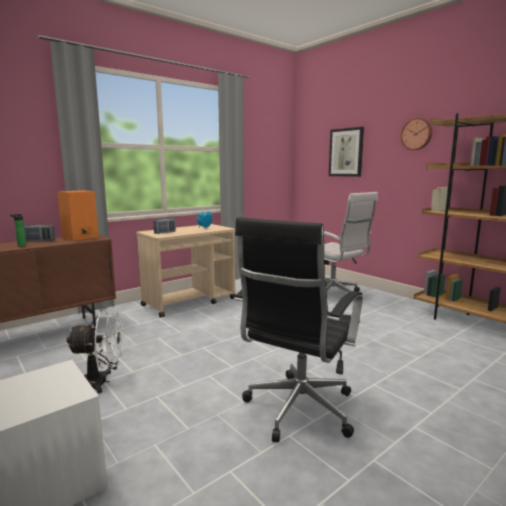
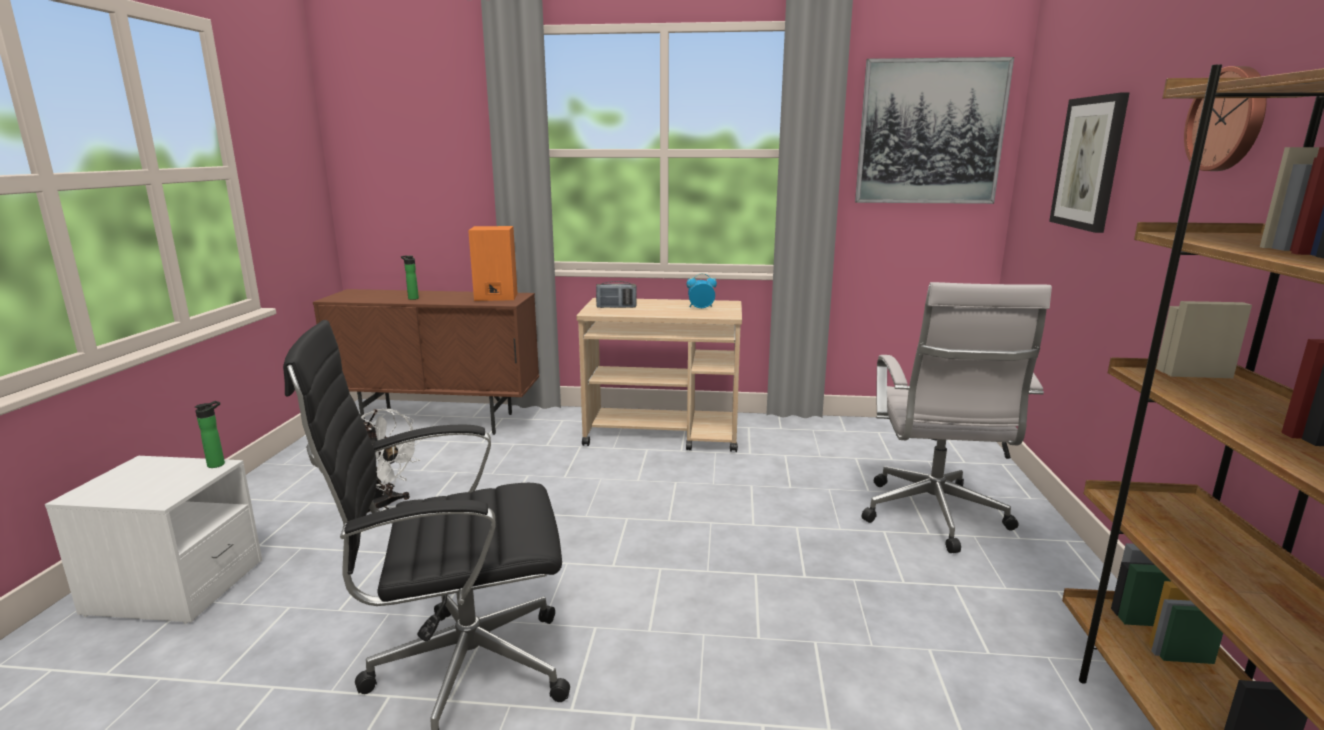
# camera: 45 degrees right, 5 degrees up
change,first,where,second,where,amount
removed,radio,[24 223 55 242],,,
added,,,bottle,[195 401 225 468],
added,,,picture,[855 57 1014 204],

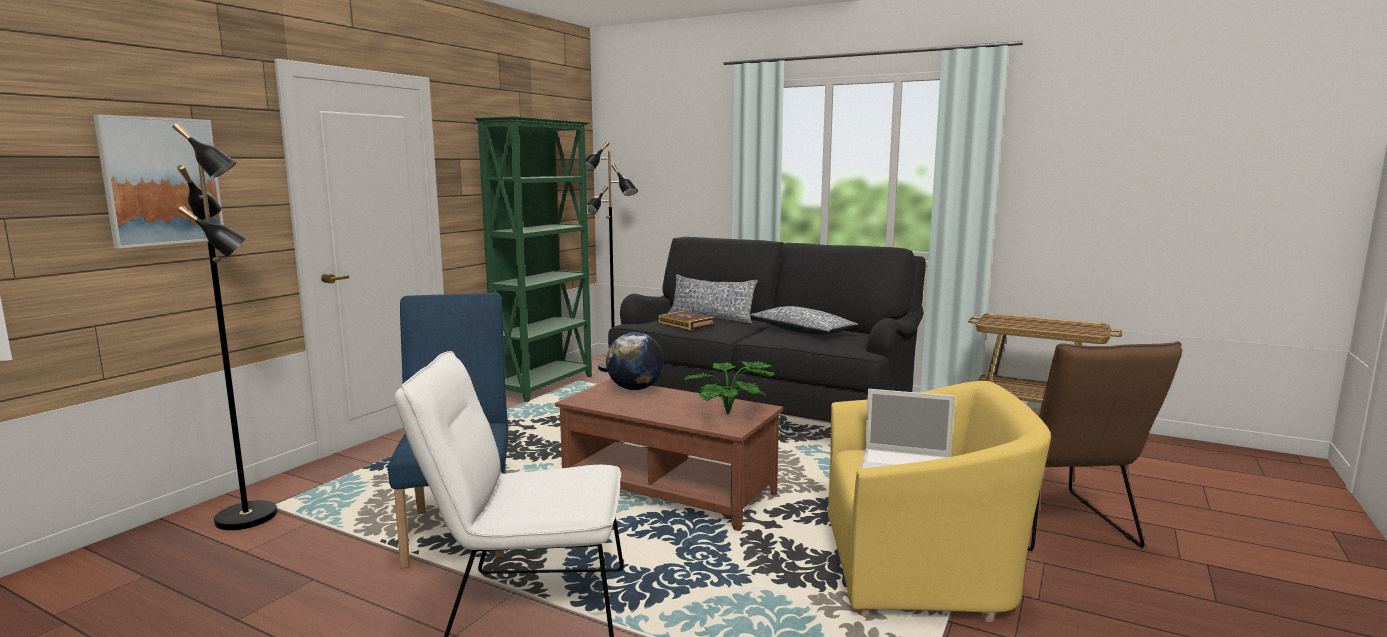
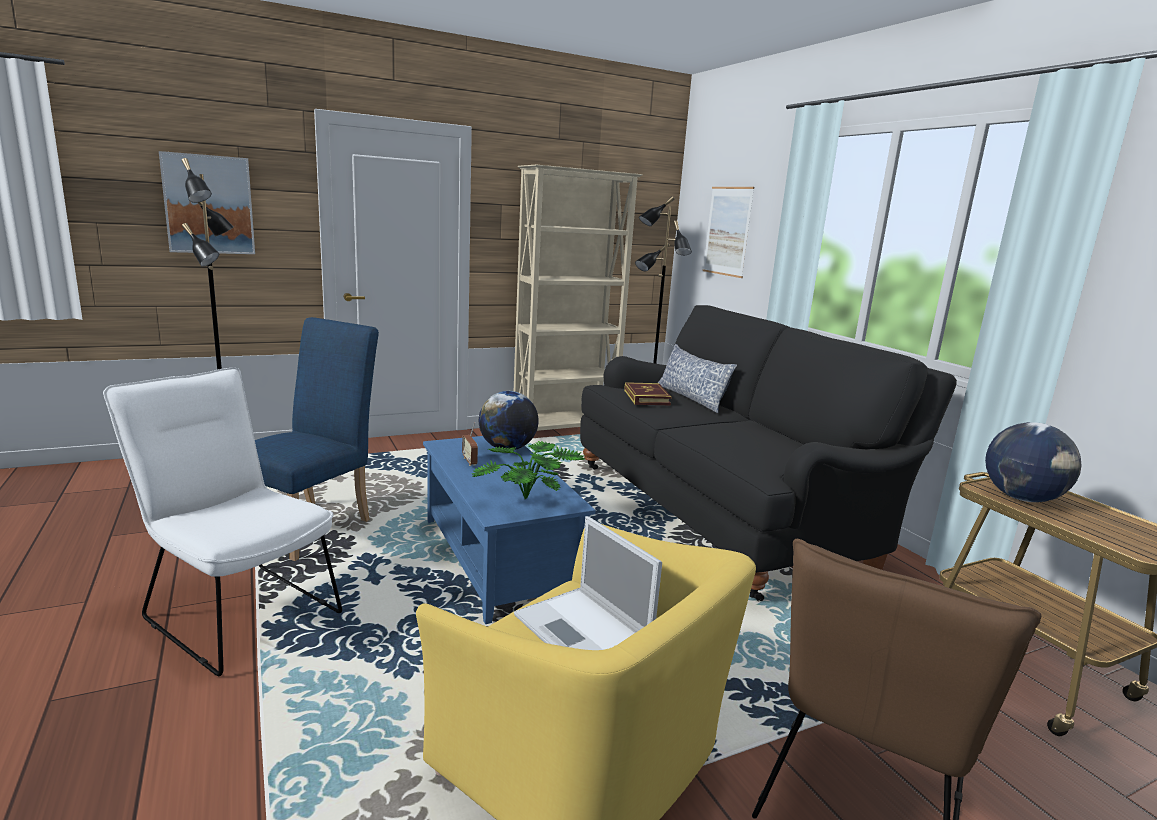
# camera: 35 degrees right, 5 degrees up
change,first,where,second,where,amount
removed,pillow,[749 306 858 335],,,
added,,,radio,[462 422 478 466],
added,,,picture,[703 187 754 278],
added,,,globe,[985 422 1081 502],
recoloured,bookcase (green),[474 116 592 402],bookcase (beige),[514 165 643 431],
recoloured,coffee table (brown),[555 379 783 531],coffee table (blue),[423 436 595 624],

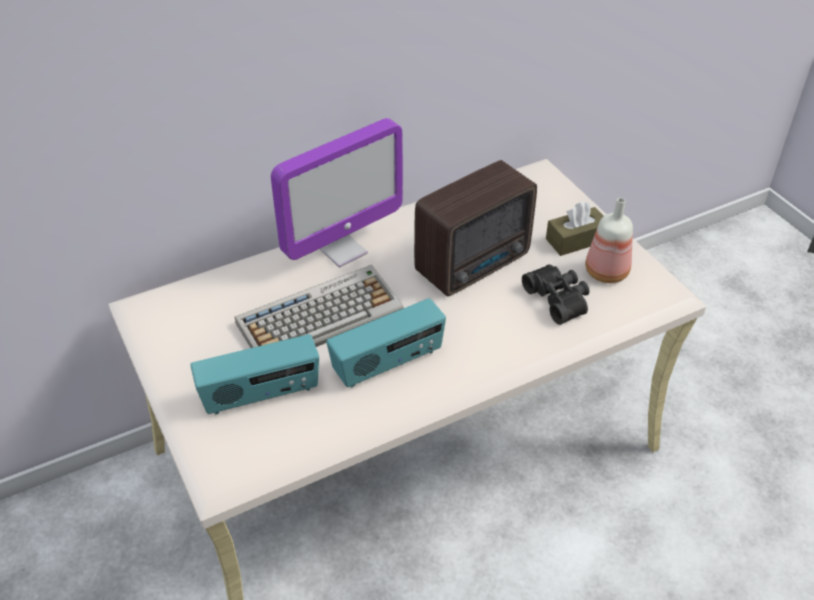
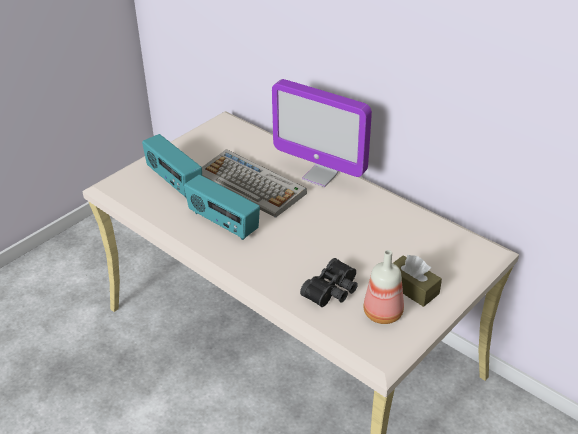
# camera: 70 degrees right, 5 degrees down
change,first,where,second,where,amount
removed,radio,[414 160 537 296],,,

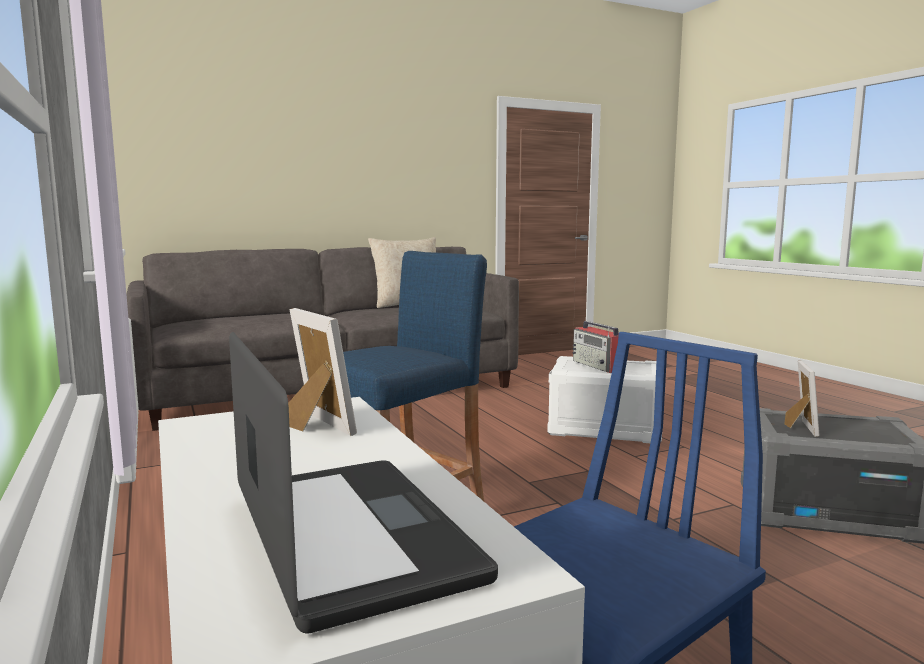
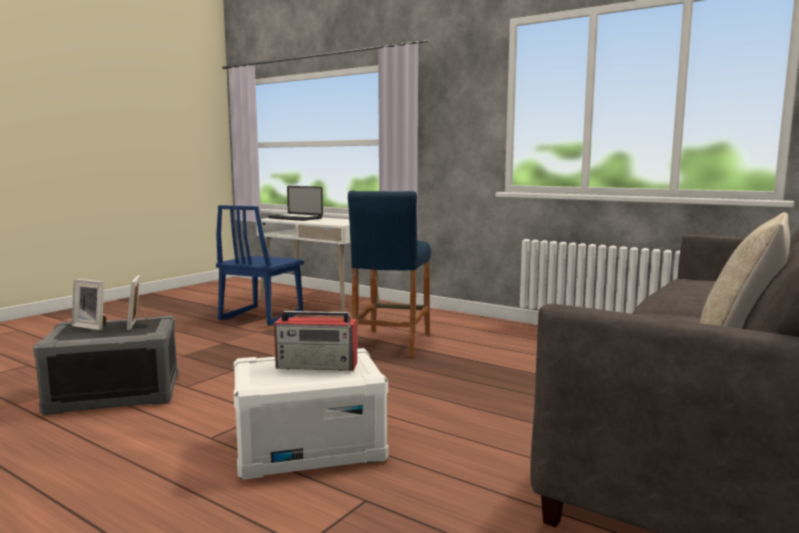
# camera: 150 degrees right, 0 degrees up
change,first,where,second,where,amount
moved,picture frame,[288 308 357 436],,[72 279 107 330],
turned,radio,[573 321 619 373],,[274 311 357 371],150 degrees clockwise

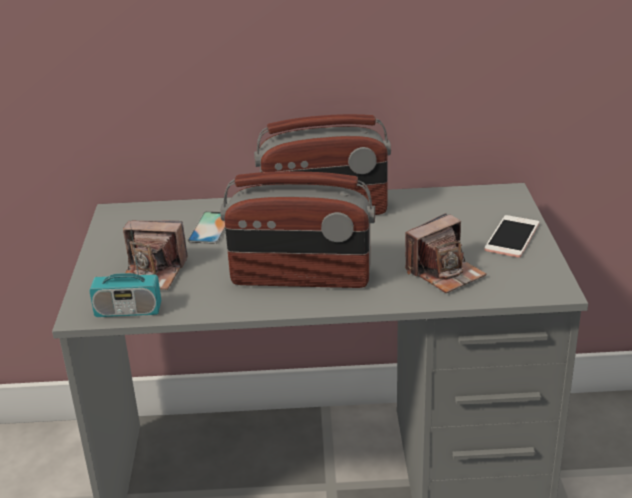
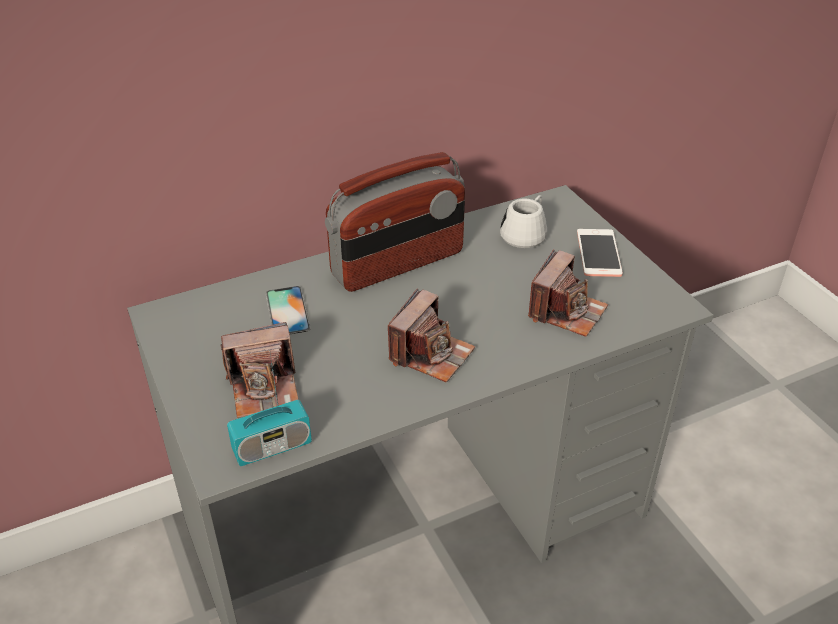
# camera: 25 degrees left, 10 degrees up
change,first,where,second,where,amount
added,,,mug (white),[500 195 547 248],
replaced,radio,[220 171 375 288],photo camera,[388 288 476 383],

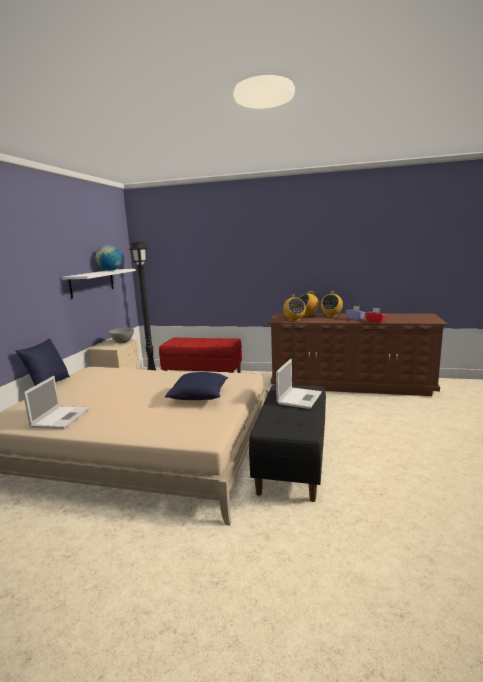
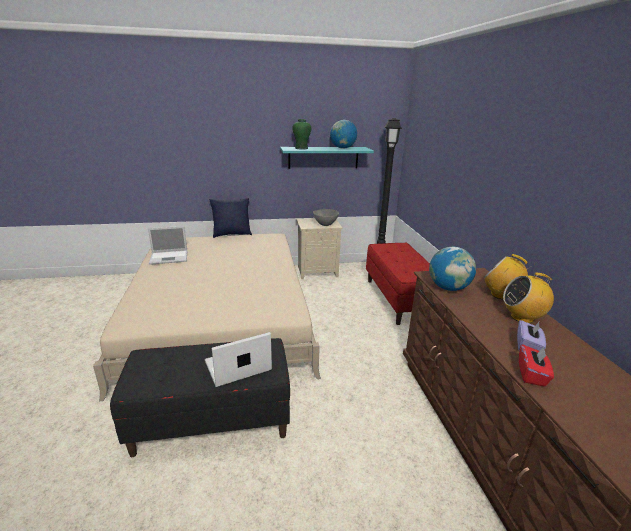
# camera: 65 degrees right, 10 degrees up
change,first,where,second,where,amount
removed,pillow (blue),[165 372 228 400],,,
added,,,vase (green),[292 119 311 150],
replaced,radio,[283 295 306 322],globe,[429 247 476 291],
recoloured,shelf (white),[62 269 136 299],shelf (turquoise),[280 147 374 169],
turned,laptop,[276 359 322 409],,[205 332 272 387],150 degrees clockwise

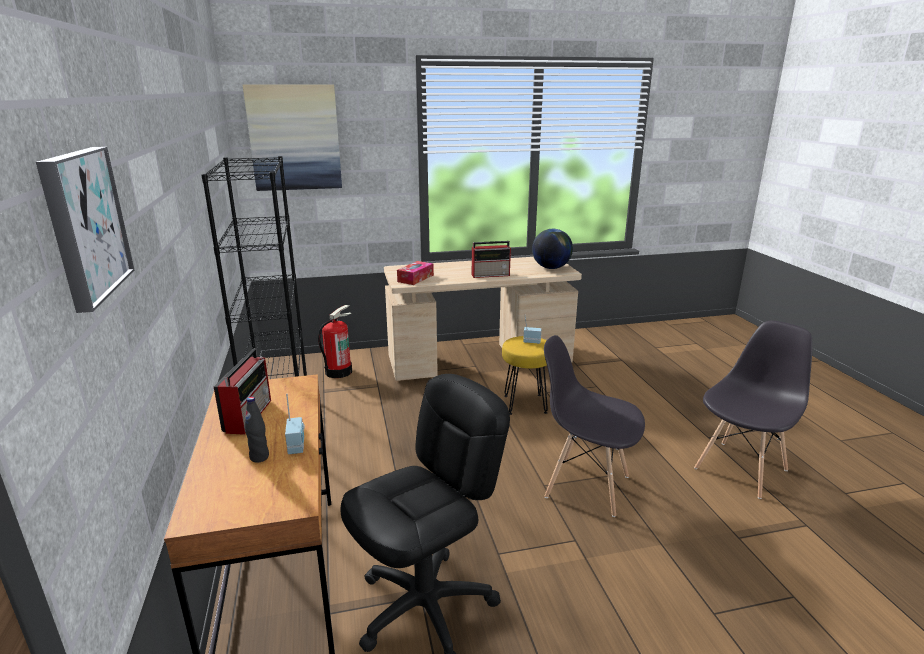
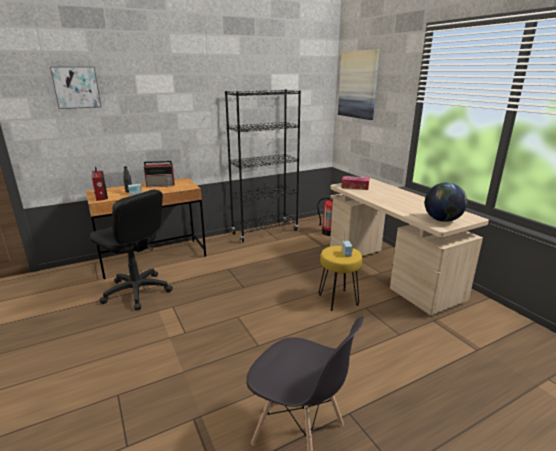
# camera: 75 degrees right, 0 degrees up
change,first,where,second,where,amount
removed,chair (grey),[544 335 645 517],,,
moved,radio,[472 241 511 278],,[92 167 108 201],

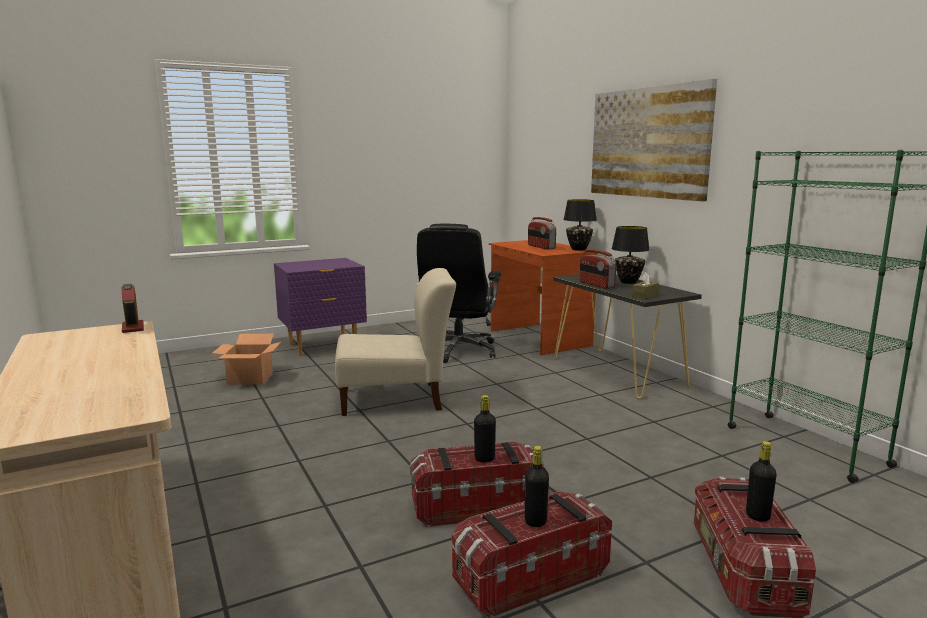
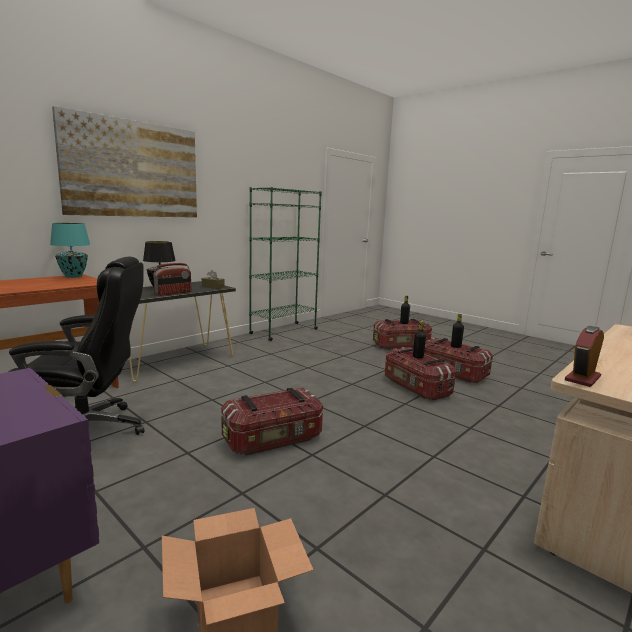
# camera: 110 degrees left, 0 degrees up
change,first,where,second,where,amount
removed,radio,[528 217 556 250],,,
replaced,chair (beige),[335 268 456 416],storage box,[221 387 323 456],
recoloured,table lamp (black),[563 199 597 251],table lamp (turquoise),[50 223 91 278],

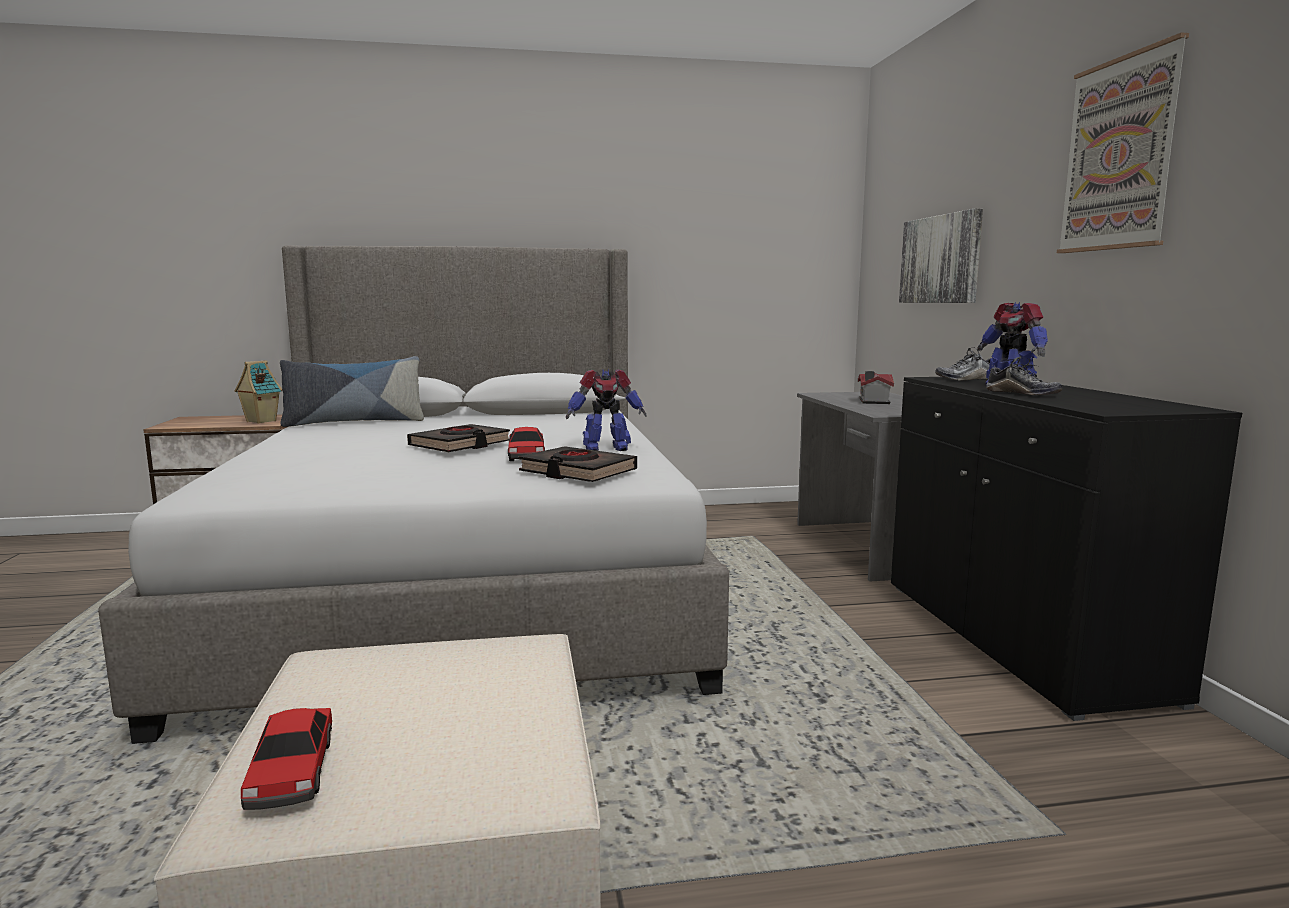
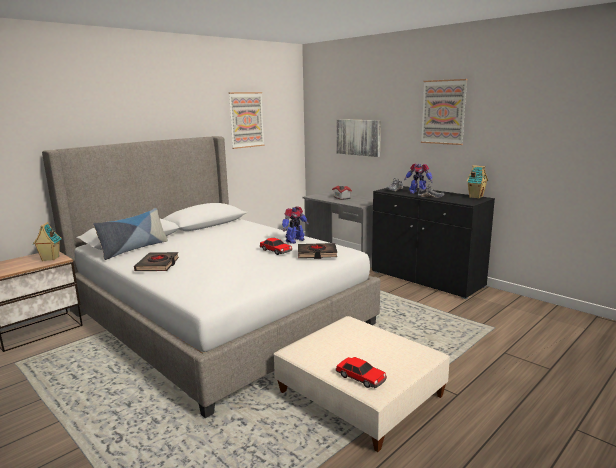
# camera: 35 degrees left, 5 degrees up
change,first,where,second,where,amount
added,,,picture,[229 92 265 149],
added,,,toy house,[466 165 488 199],
moved,book (black),[407 424 510 452],,[134 252 179 271],

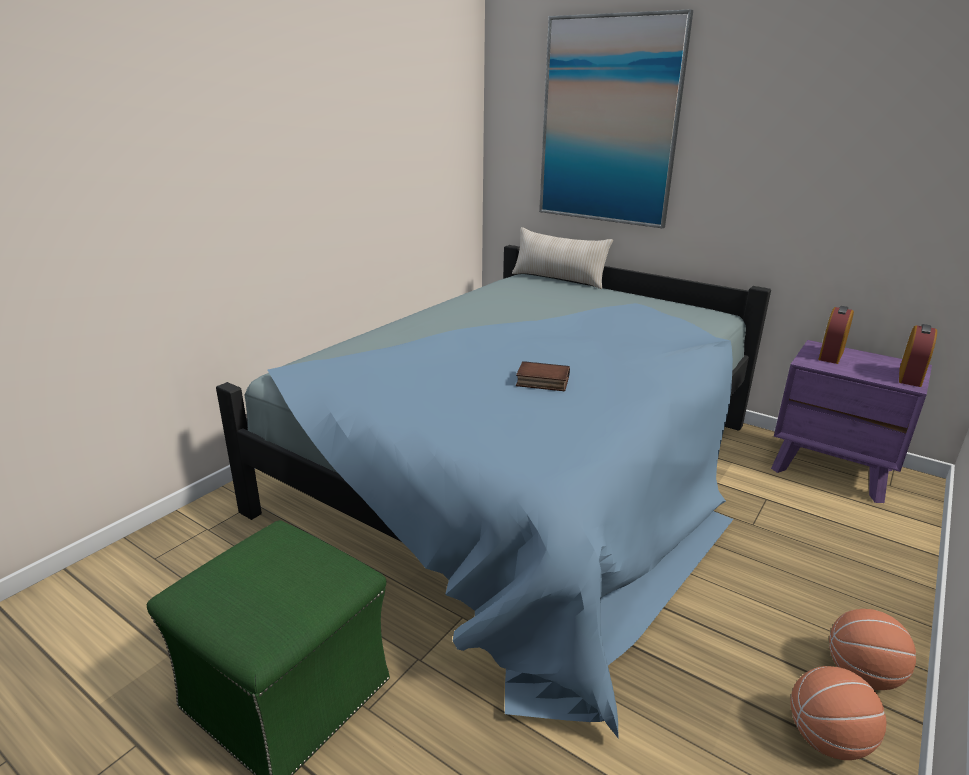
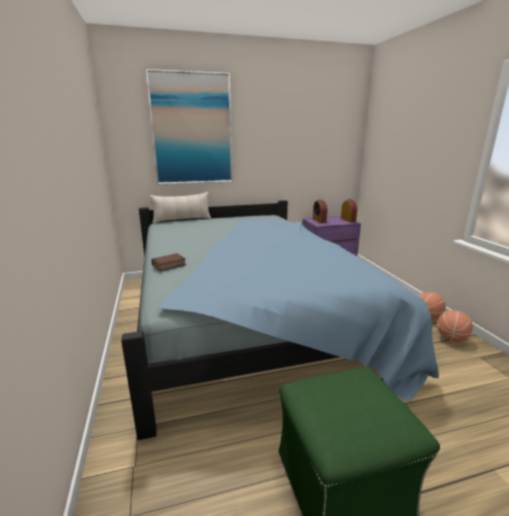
# camera: 50 degrees left, 5 degrees down
change,first,where,second,where,amount
moved,book,[516 361 570 391],,[152 253 186 271],

